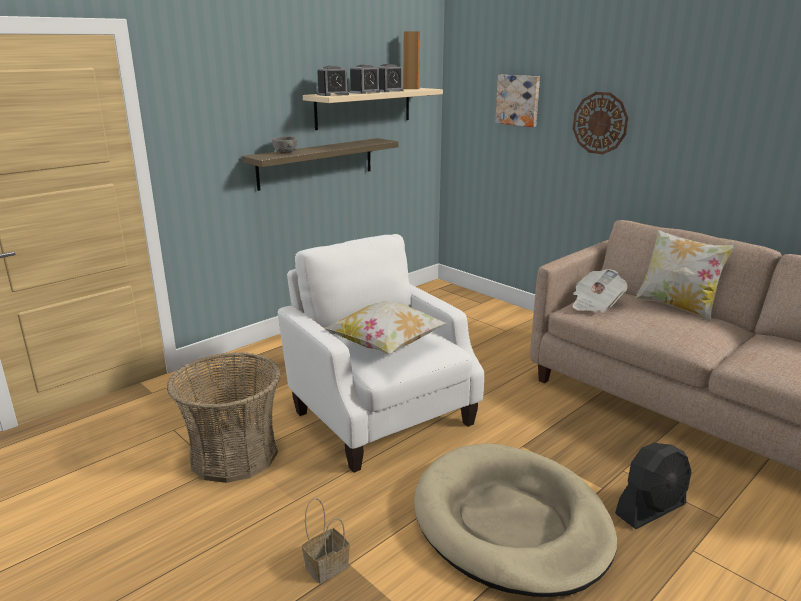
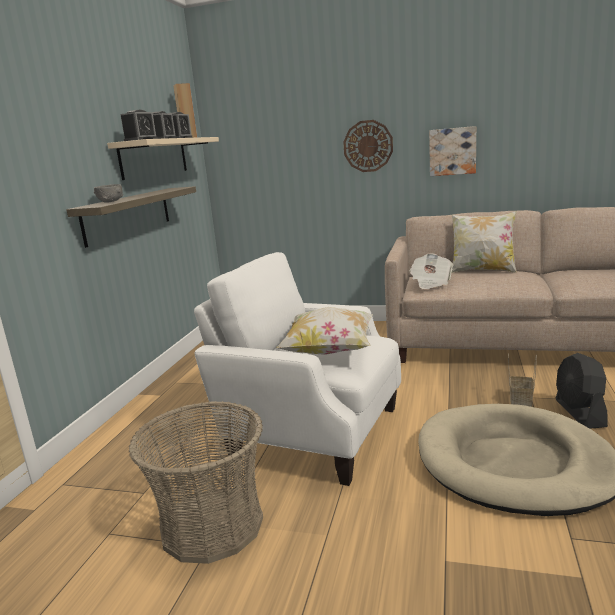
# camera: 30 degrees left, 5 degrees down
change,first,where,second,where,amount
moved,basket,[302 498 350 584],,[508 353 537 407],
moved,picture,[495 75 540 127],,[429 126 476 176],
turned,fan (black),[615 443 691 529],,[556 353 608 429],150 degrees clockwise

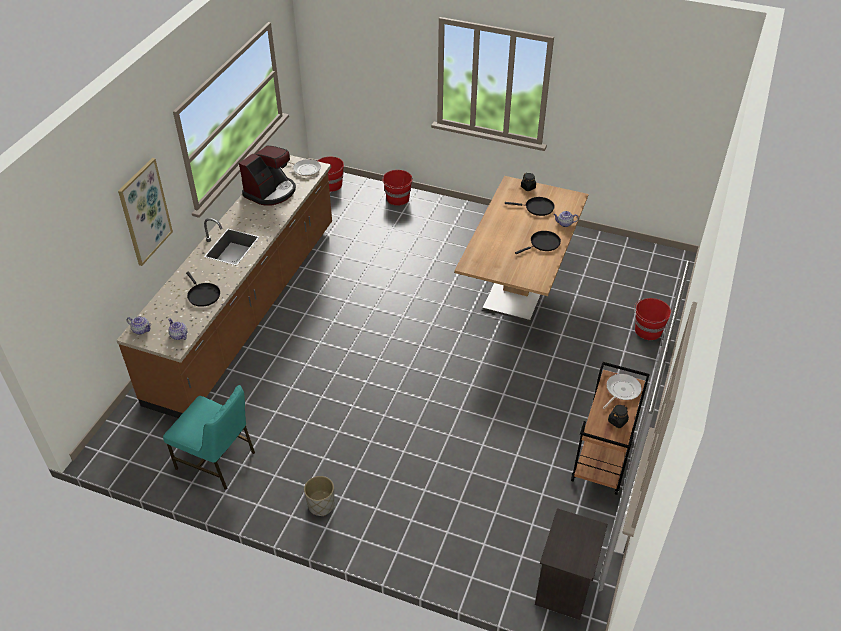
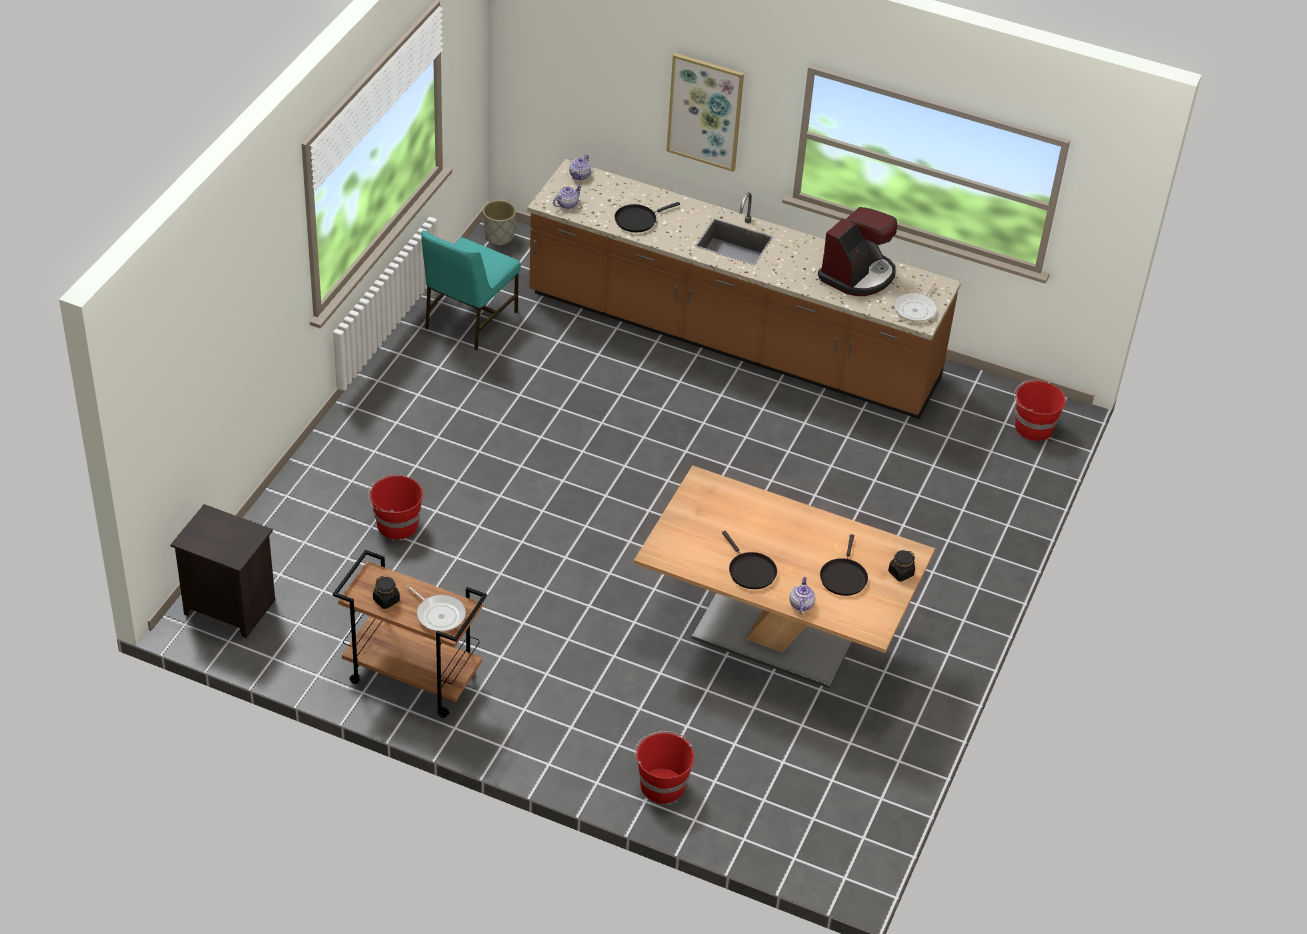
# camera: 90 degrees right, 0 degrees up
change,first,where,second,where,amount
moved,planter (grey),[304 476 334 516],,[483 200 516 246],
moved,bucket (red),[382 170 413 206],,[367 474 423 540],
turned,coffee machine,[239 146 296 206],,[818 207 897 296],90 degrees counterclockwise

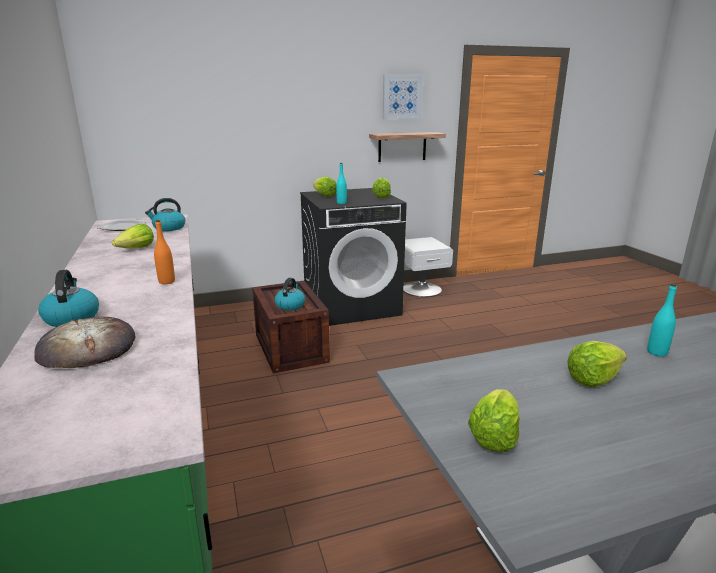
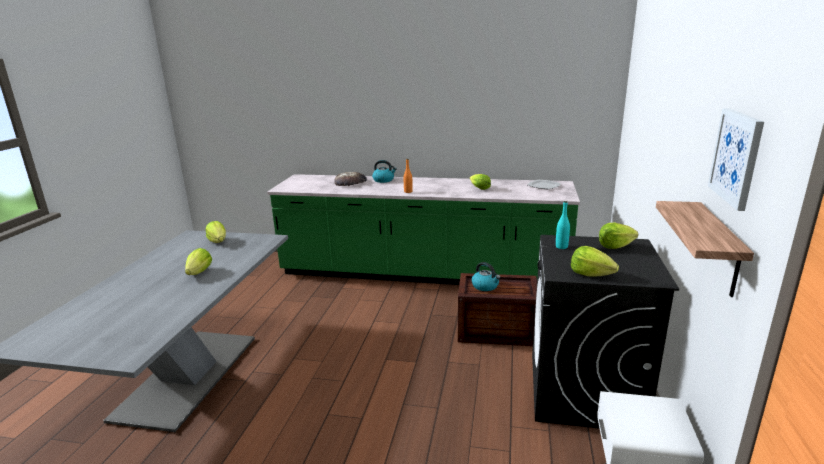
# camera: 120 degrees right, 0 degrees up
change,first,where,second,where,amount
removed,kettle,[145 198 185 231],,,
removed,bottle (turquoise),[647 284 677 357],,,

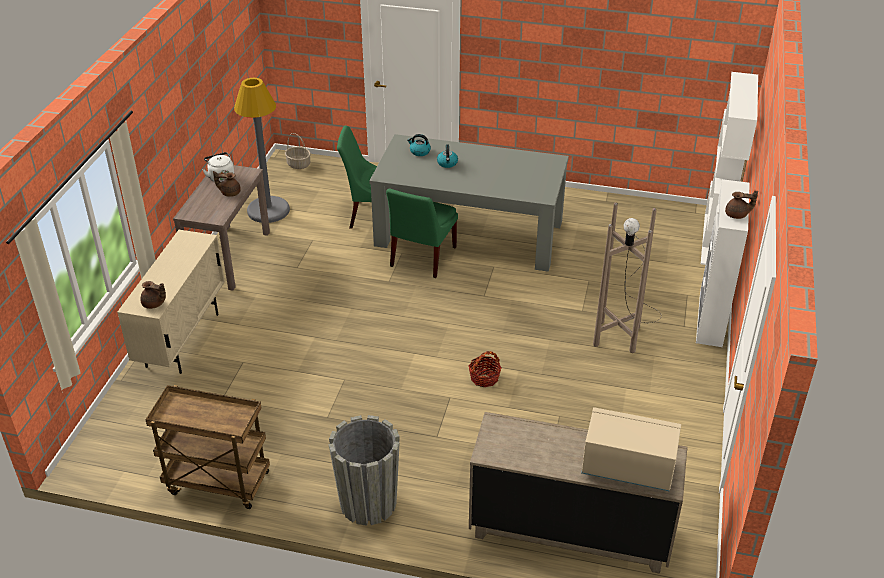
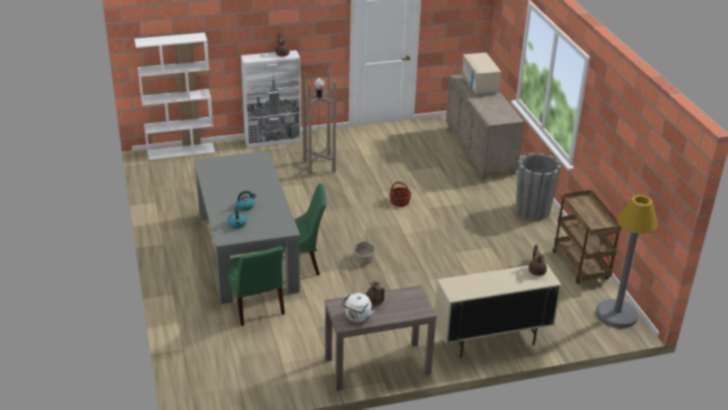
# camera: 120 degrees left, 5 degrees down
change,first,where,second,where,amount
moved,floor lamp (grey),[234 78 290 223],,[596 195 658 328],
moved,basket,[285 133 311 169],,[353 230 376 265],

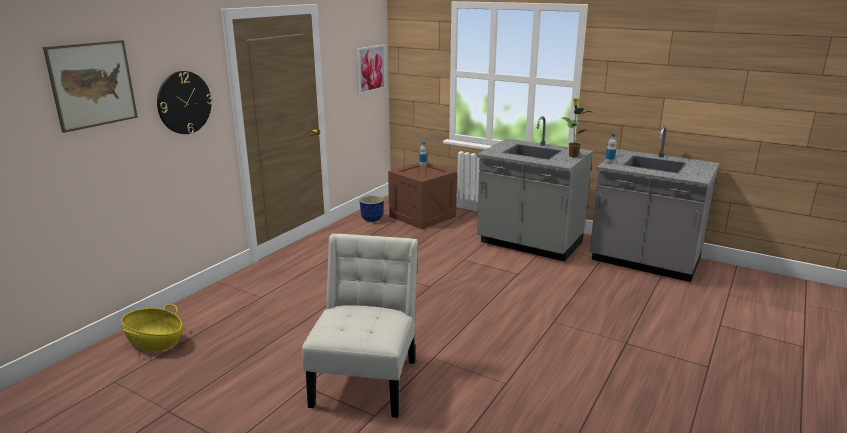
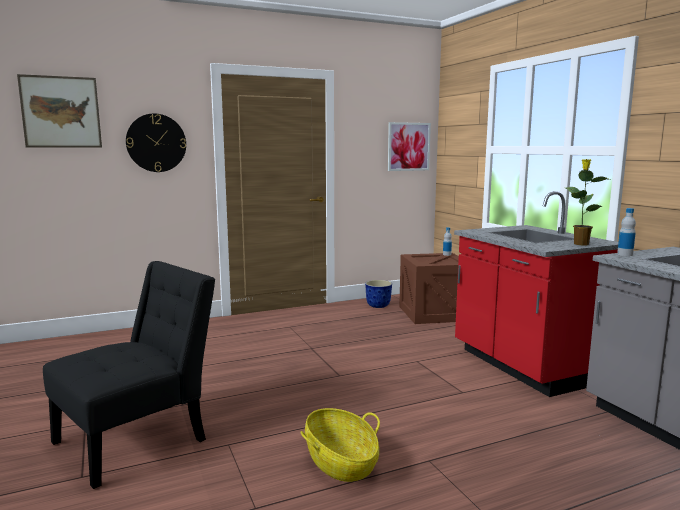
# camera: 35 degrees right, 10 degrees down
change,first,where,second,where,amount
moved,basket,[121 304 183 352],,[301 408 380 482],
recoloured,chair (white),[302 233 418 418],chair (black),[43 261 215 489],
recoloured,counter (grey),[477 116 594 262],counter (red),[454 191 618 397],

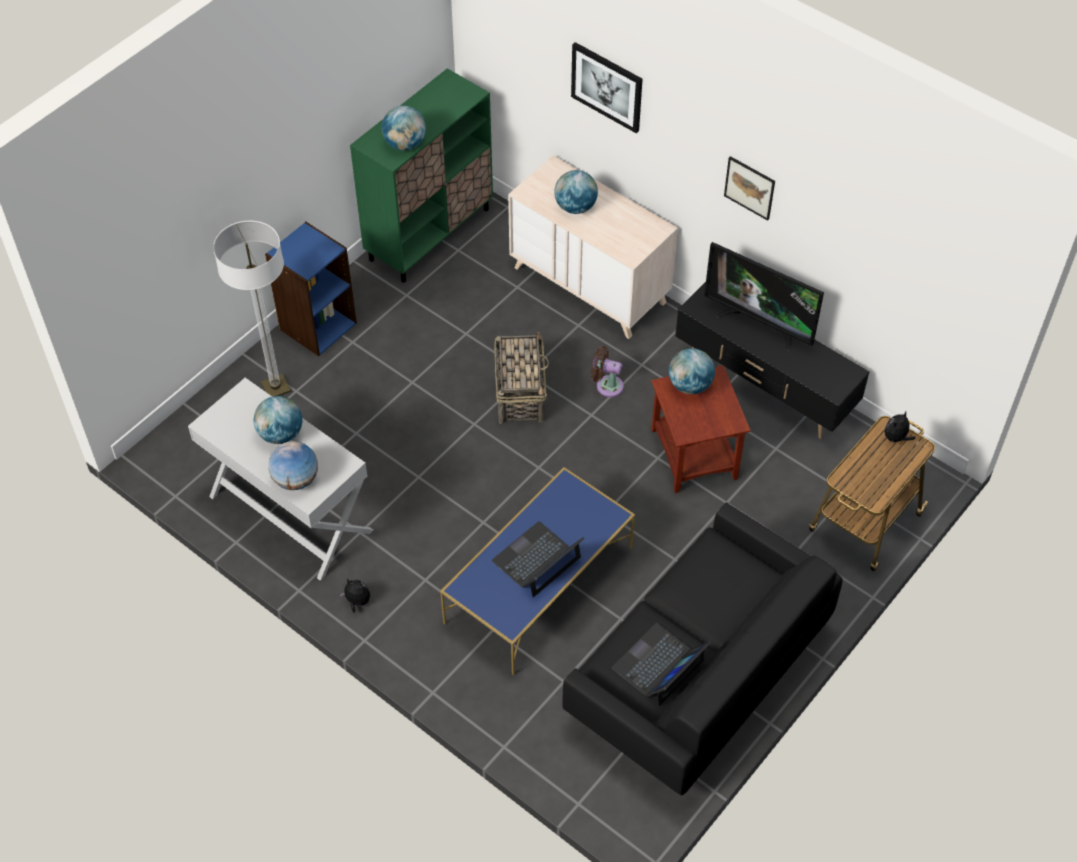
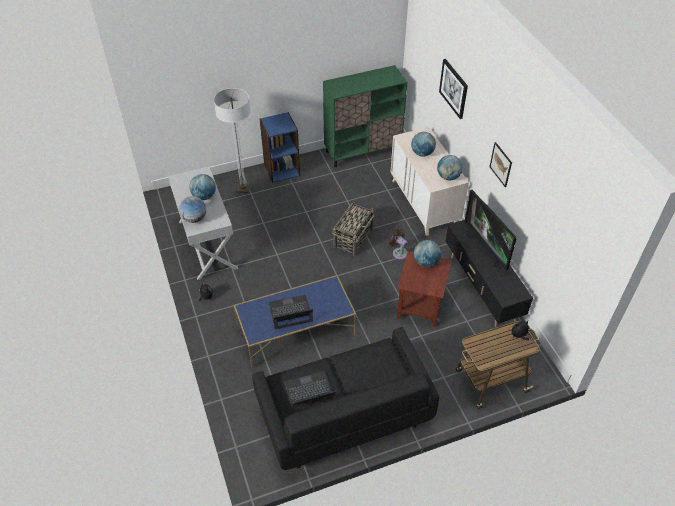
# camera: 30 degrees right, 5 degrees down
change,first,where,second,where,amount
moved,globe,[382 106 426 150],,[437 155 463 180],

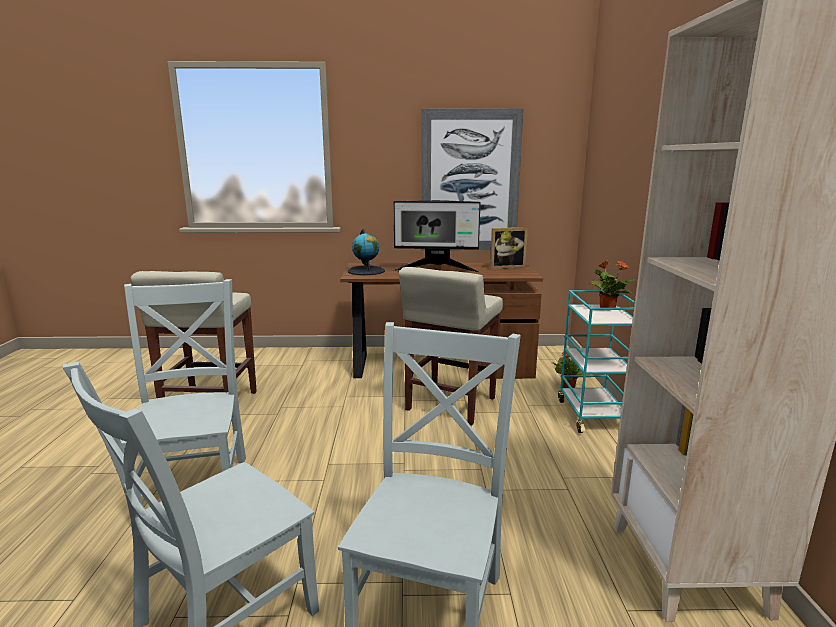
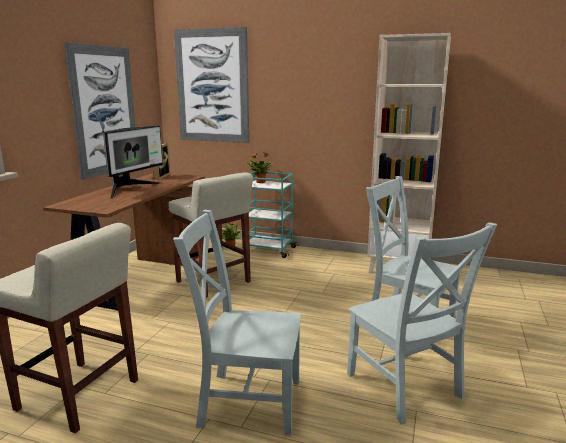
# camera: 70 degrees left, 0 degrees up
change,first,where,second,where,amount
removed,globe,[348 229 385 275],,,
added,,,picture,[174 27 249 143],

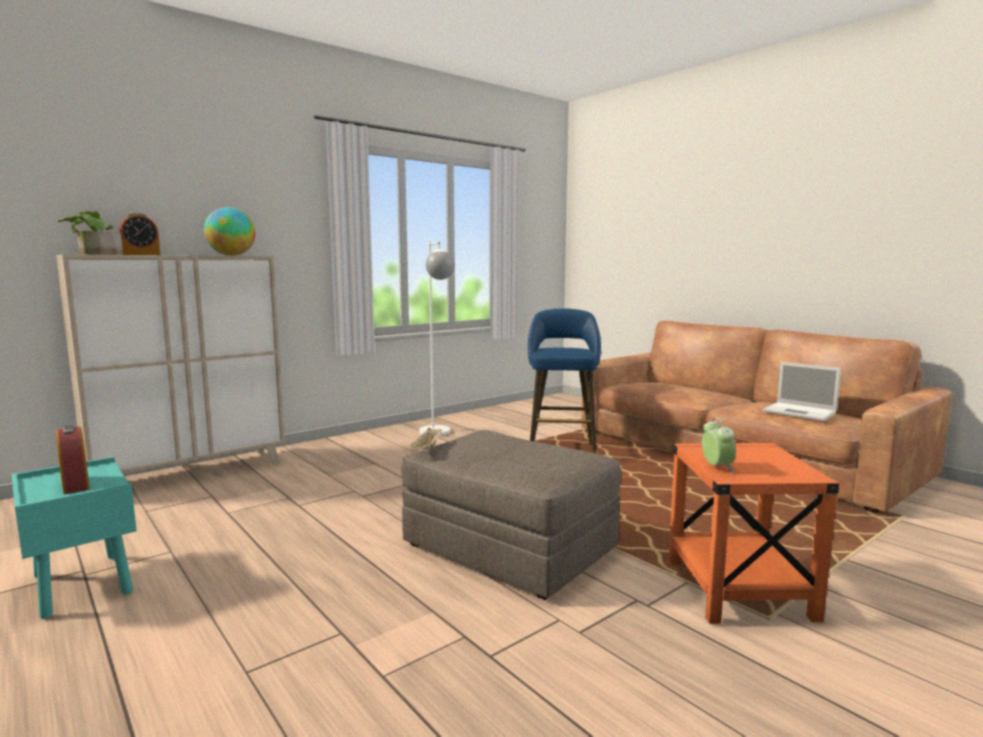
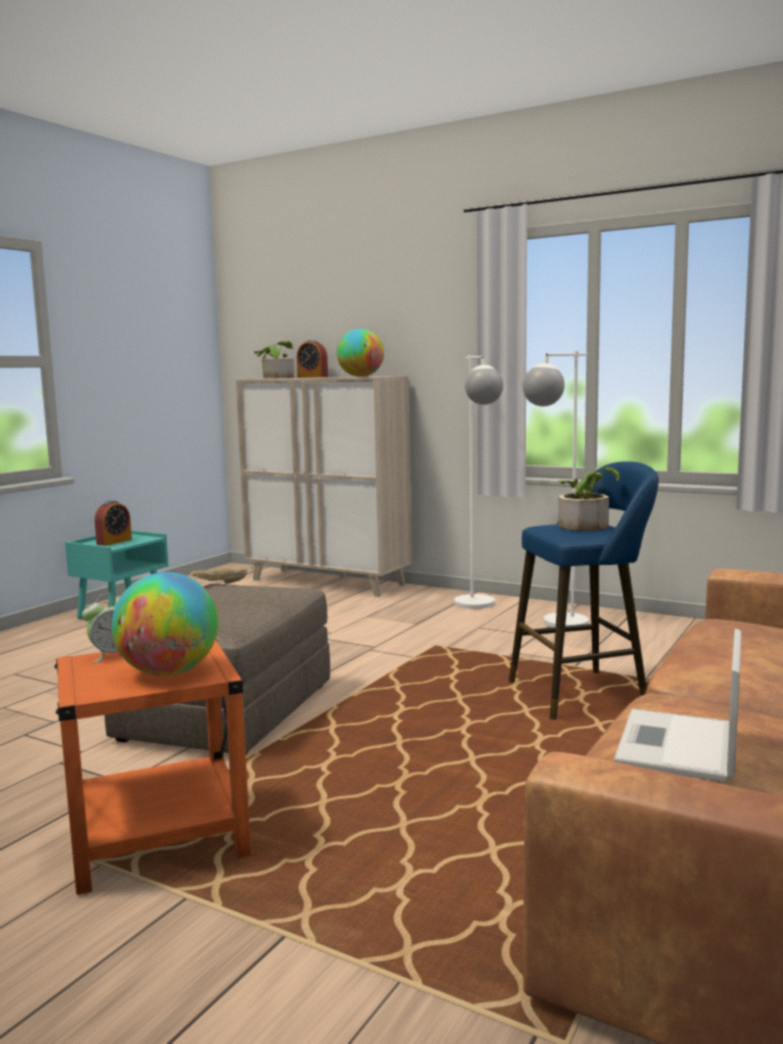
# camera: 70 degrees right, 0 degrees up
change,first,where,second,where,amount
added,,,globe,[112 572 218 676],
added,,,floor lamp (white),[454 355 503 609],
added,,,potted plant,[558 467 620 531],

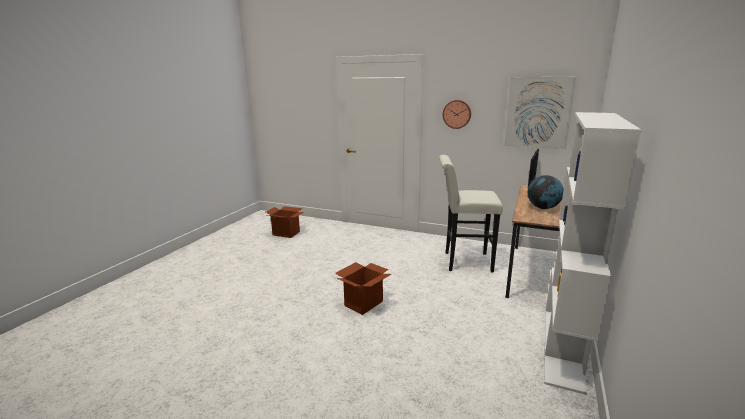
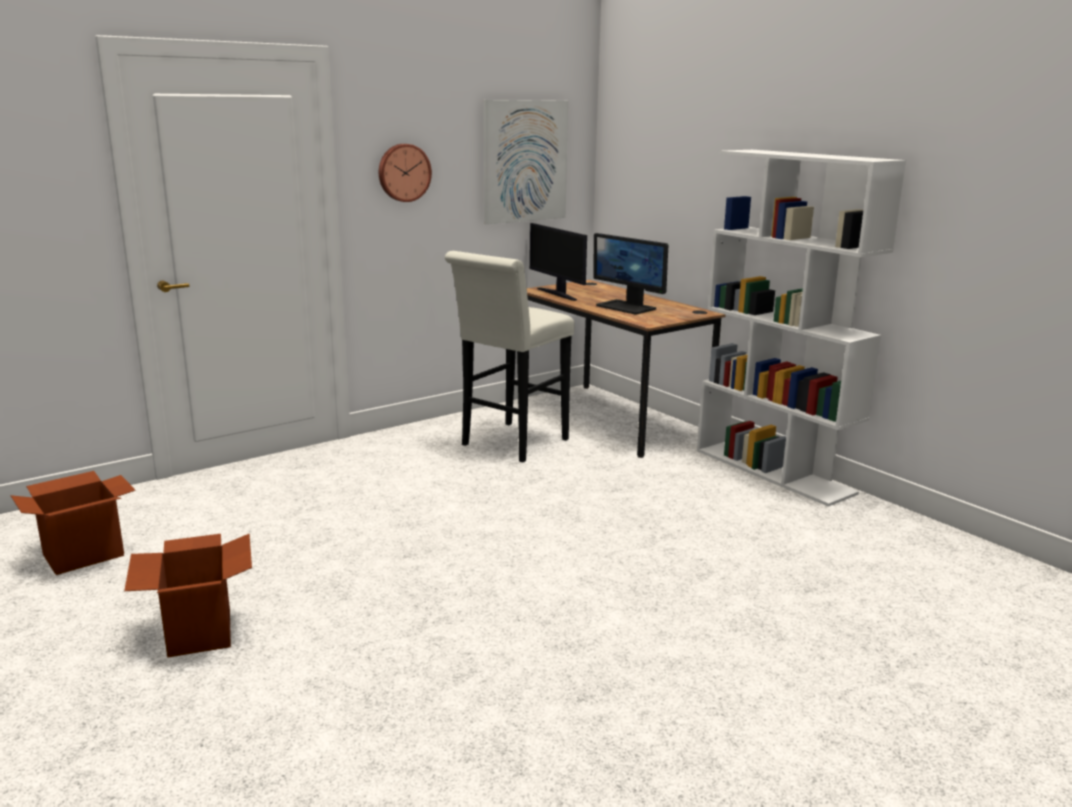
# camera: 60 degrees left, 0 degrees up
change,first,where,second,where,amount
moved,cardboard box,[335 262 391 315],,[124 534 252 658],
replaced,globe,[528 175 564 209],monitor,[593 233 668 315],

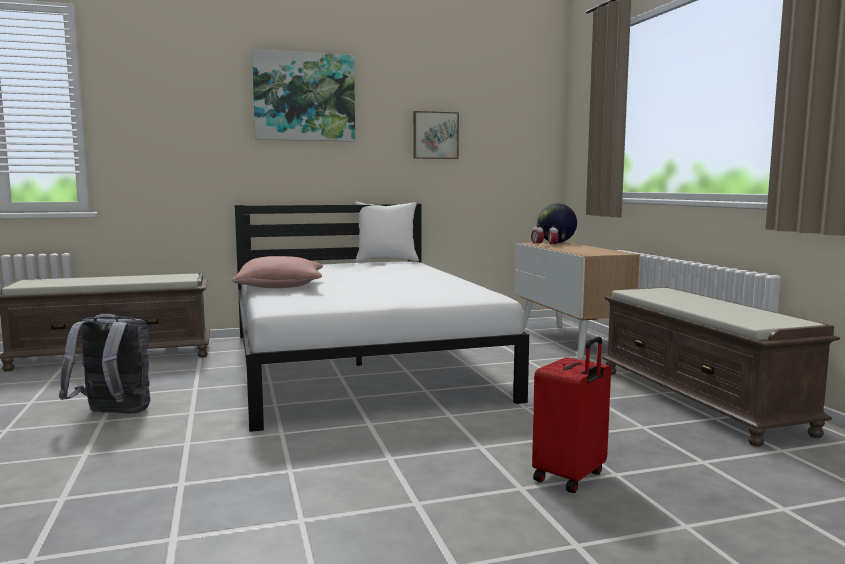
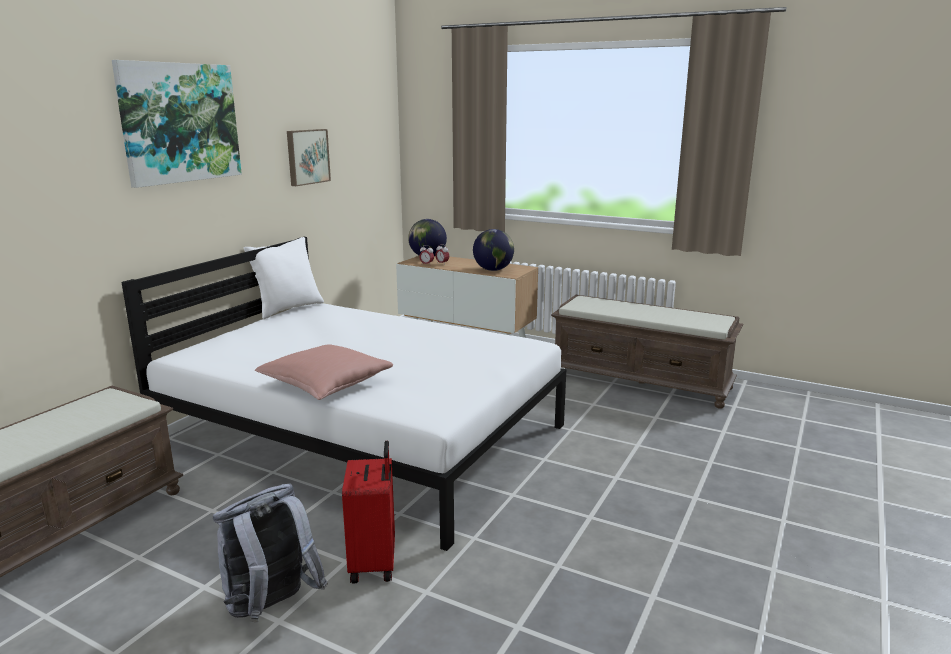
# camera: 45 degrees left, 10 degrees up
change,first,where,second,where,amount
added,,,globe,[473 229 514 271],
moved,suitcase (red),[532 336 611 493],,[342 441 395 584],

